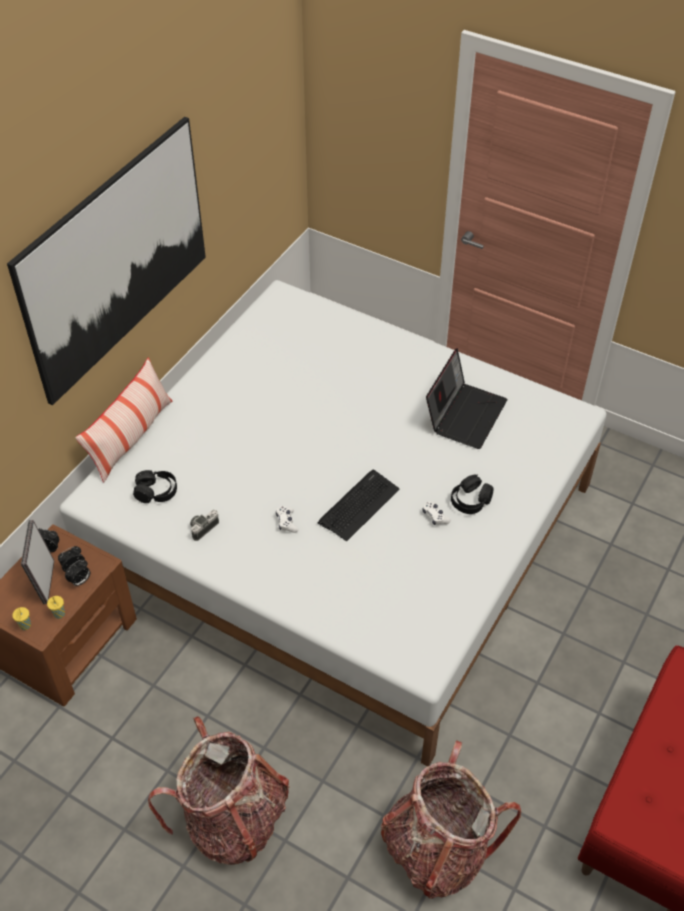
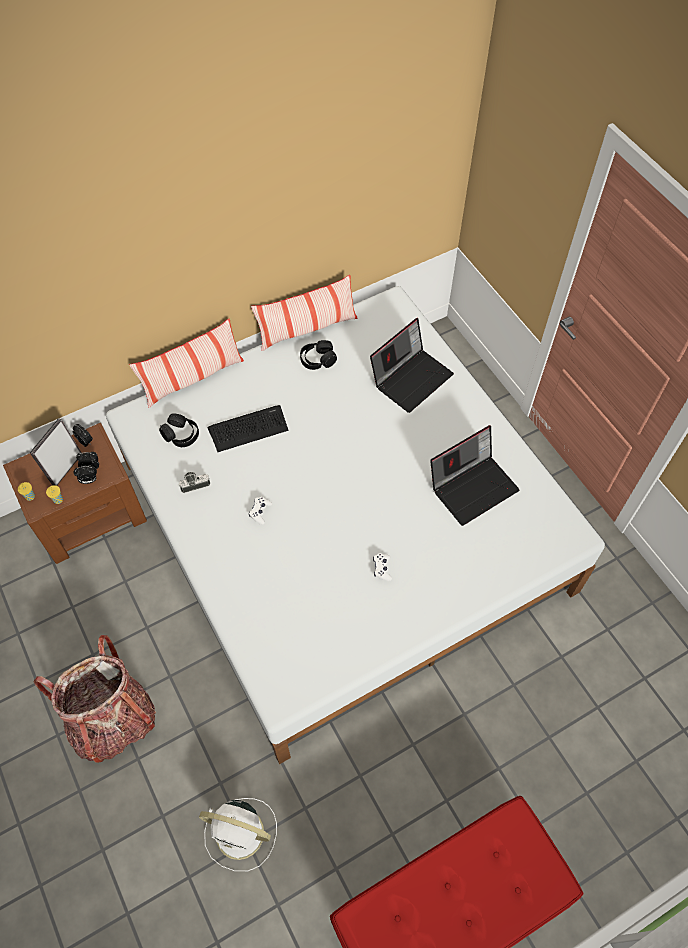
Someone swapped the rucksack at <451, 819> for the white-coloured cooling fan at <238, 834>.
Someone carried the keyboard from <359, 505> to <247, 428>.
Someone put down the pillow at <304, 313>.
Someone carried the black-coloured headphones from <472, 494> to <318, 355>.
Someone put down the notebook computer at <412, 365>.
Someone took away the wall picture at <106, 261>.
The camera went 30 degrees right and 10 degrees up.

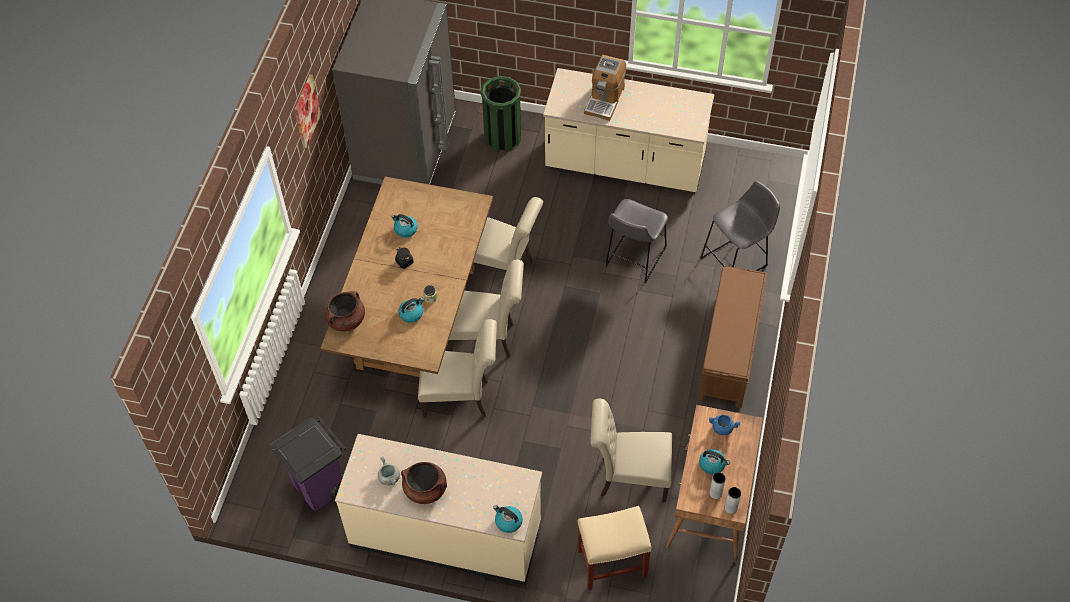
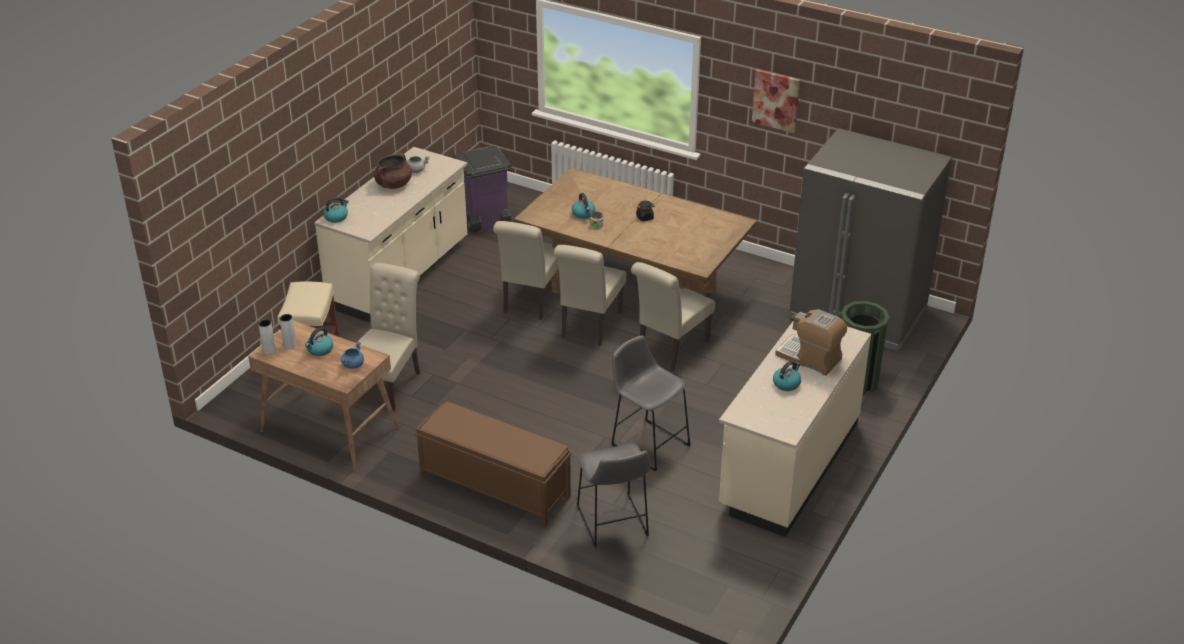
Someone carried the kettle from <404, 226> to <787, 376>.
Someone took away the brown-coloured cooking pot at <345, 311>.
The camera went 105 degrees right and 20 degrees down.

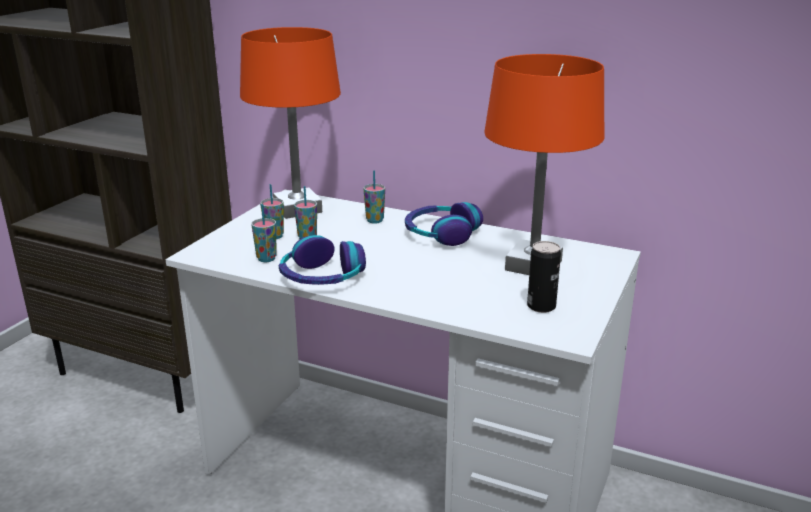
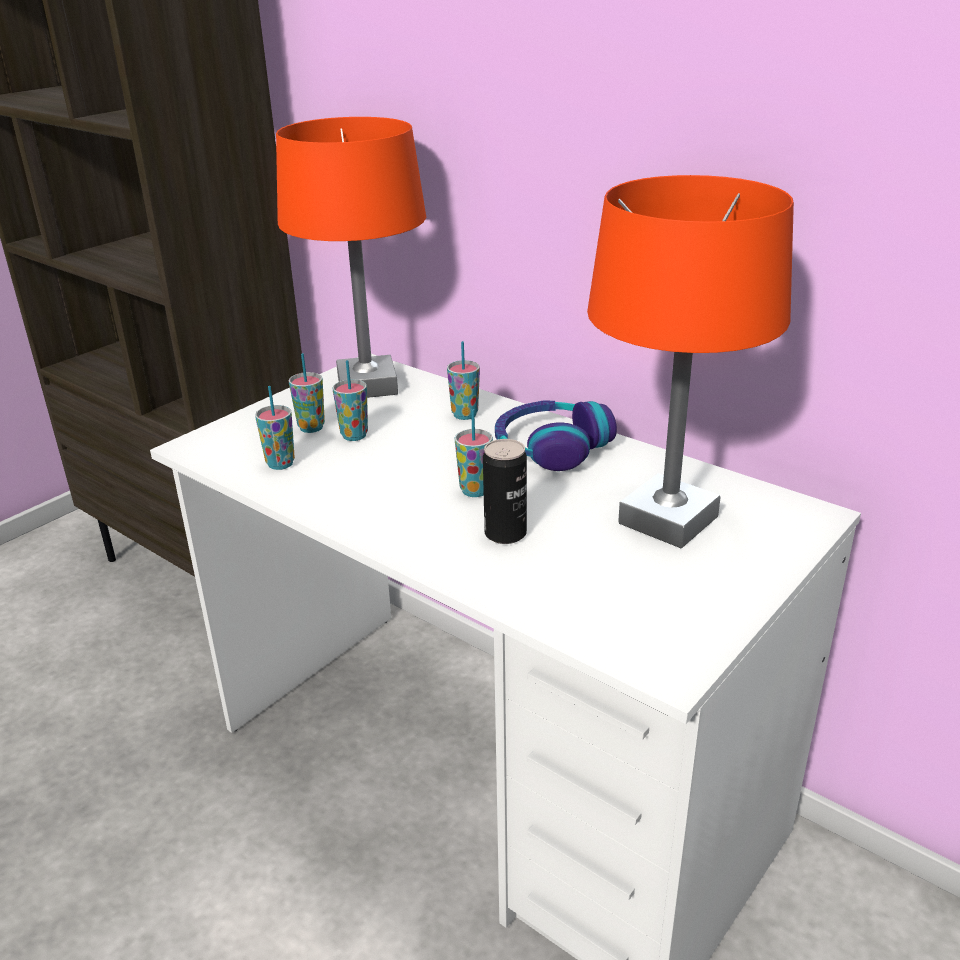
Someone put down the small cup at <474, 453>.
Someone carried the sealed can from <544, 277> to <505, 491>.
Someone took away the headphones at <322, 260>.
The camera went 15 degrees right and 5 degrees up.

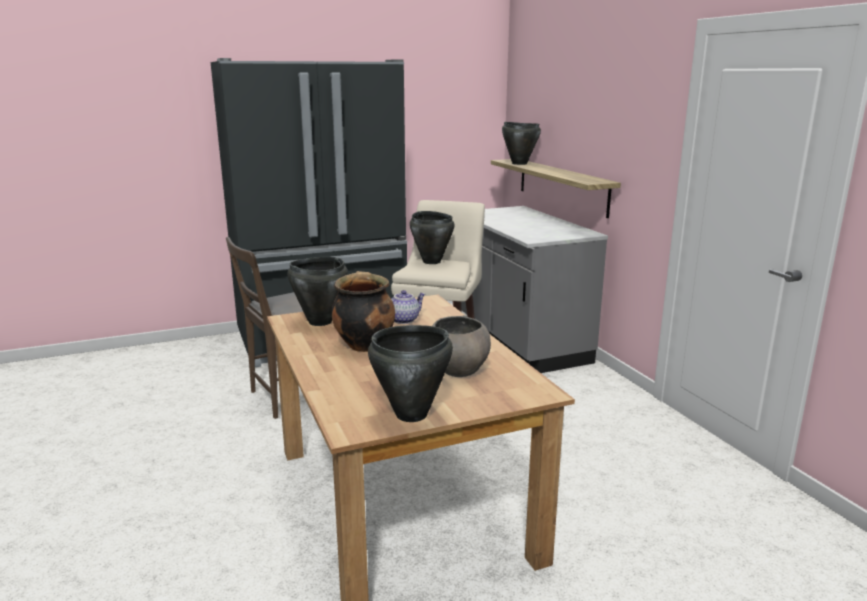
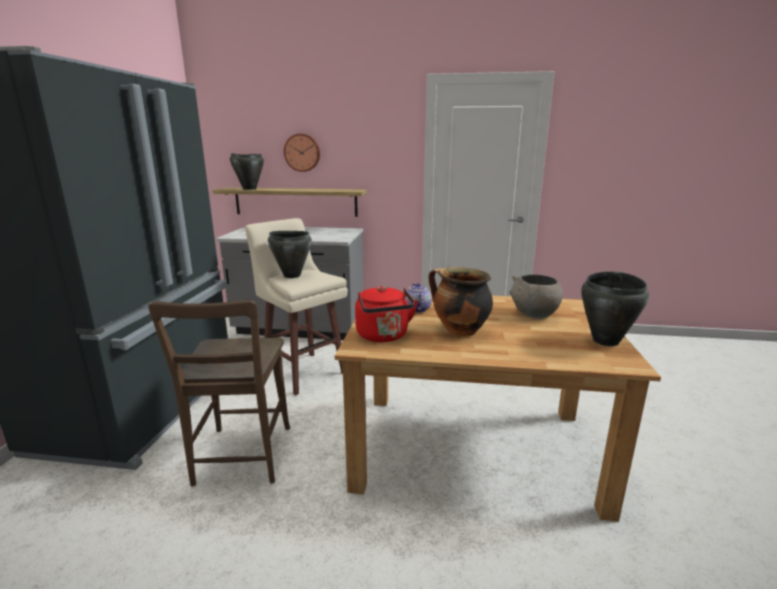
Someone put up the clock on the wall at <302, 153>.
Someone swapped the black-coloured cooking pot at <317, 291> for the reddish kettle at <386, 314>.
The camera went 60 degrees left and 0 degrees up.

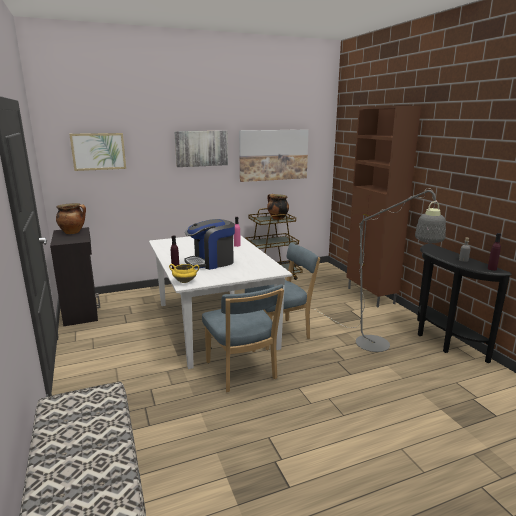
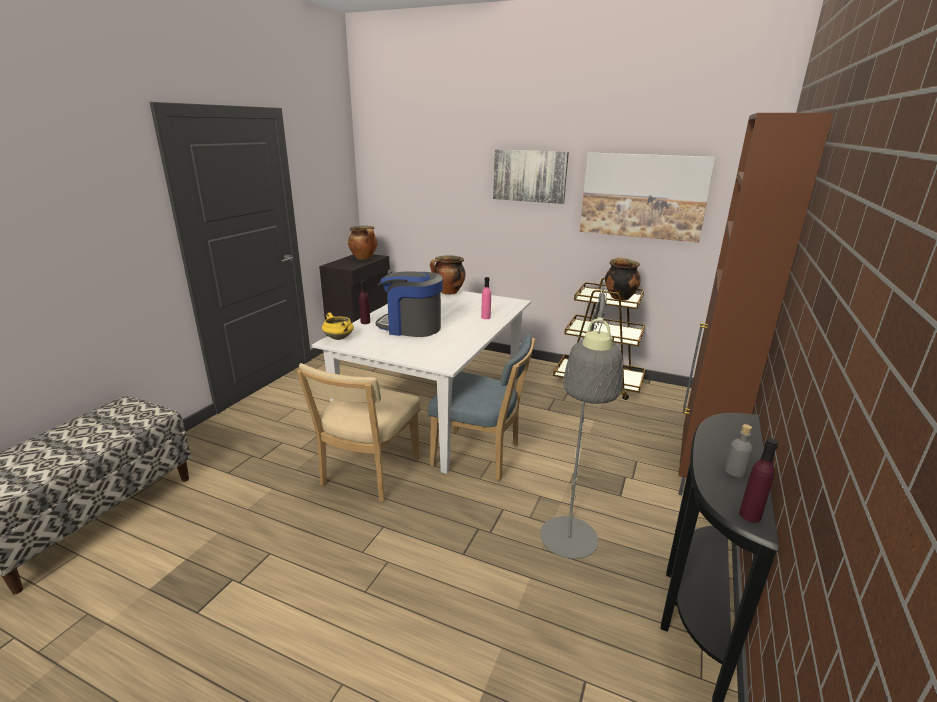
Someone repainted the blue-coloured chair at <243, 338>, which became the sand-coloured chair at <359, 432>.
Someone put down the cooking pot at <447, 275>.
Someone took away the wall picture at <97, 152>.
The camera went 45 degrees right and 5 degrees up.

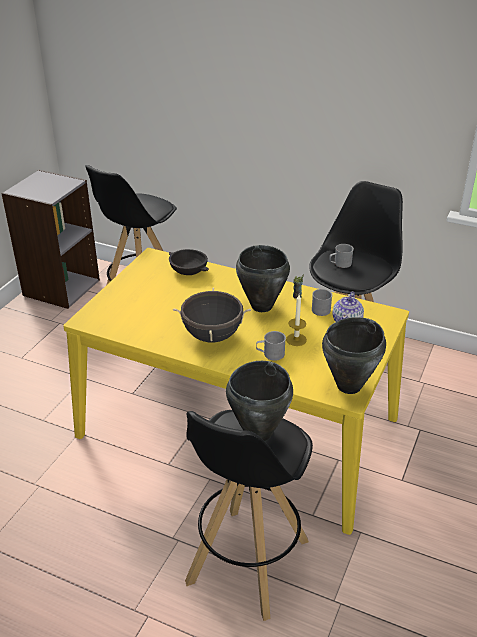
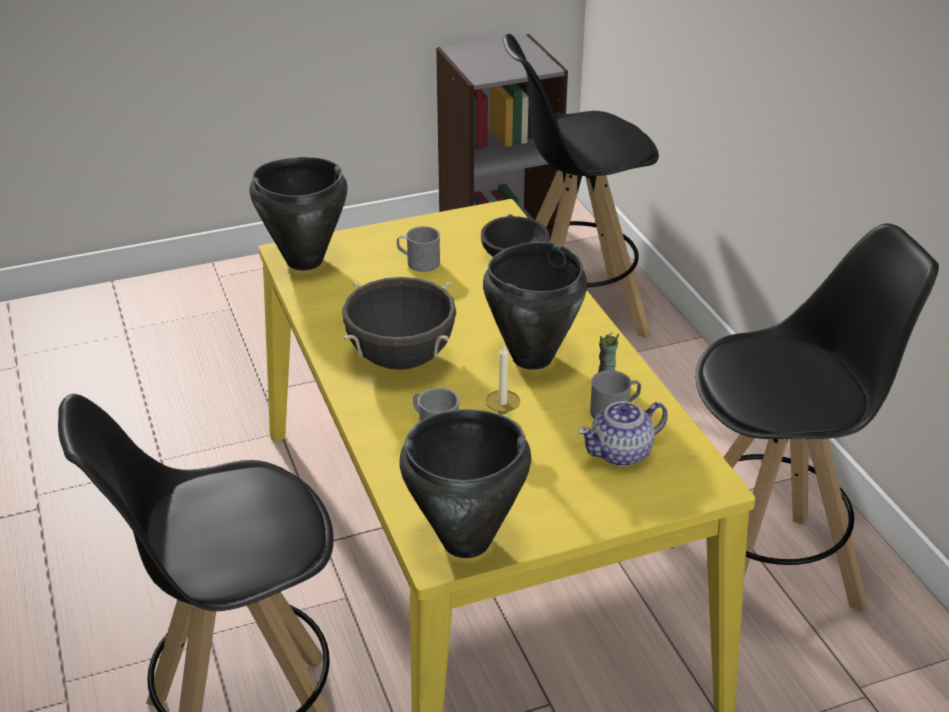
Someone carried the black-coloured cooking pot from <259, 401> to <299, 213>.
Someone carried the gray mug from <341, 256> to <418, 249>.
The camera went 45 degrees right and 0 degrees up.

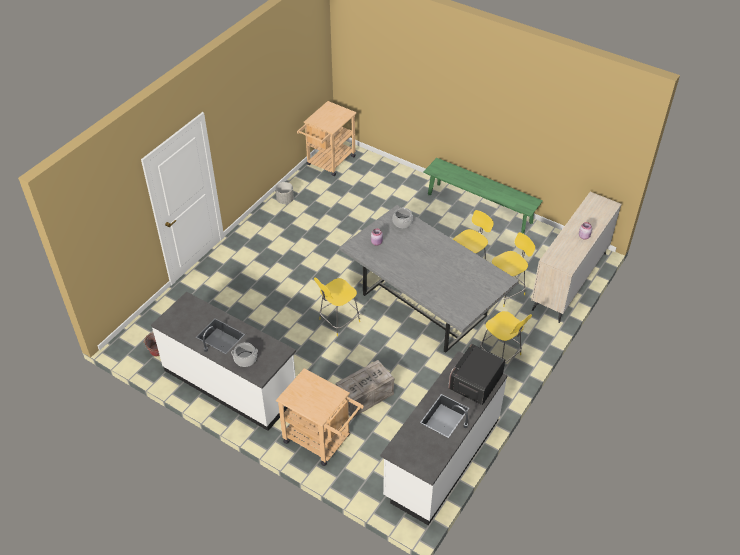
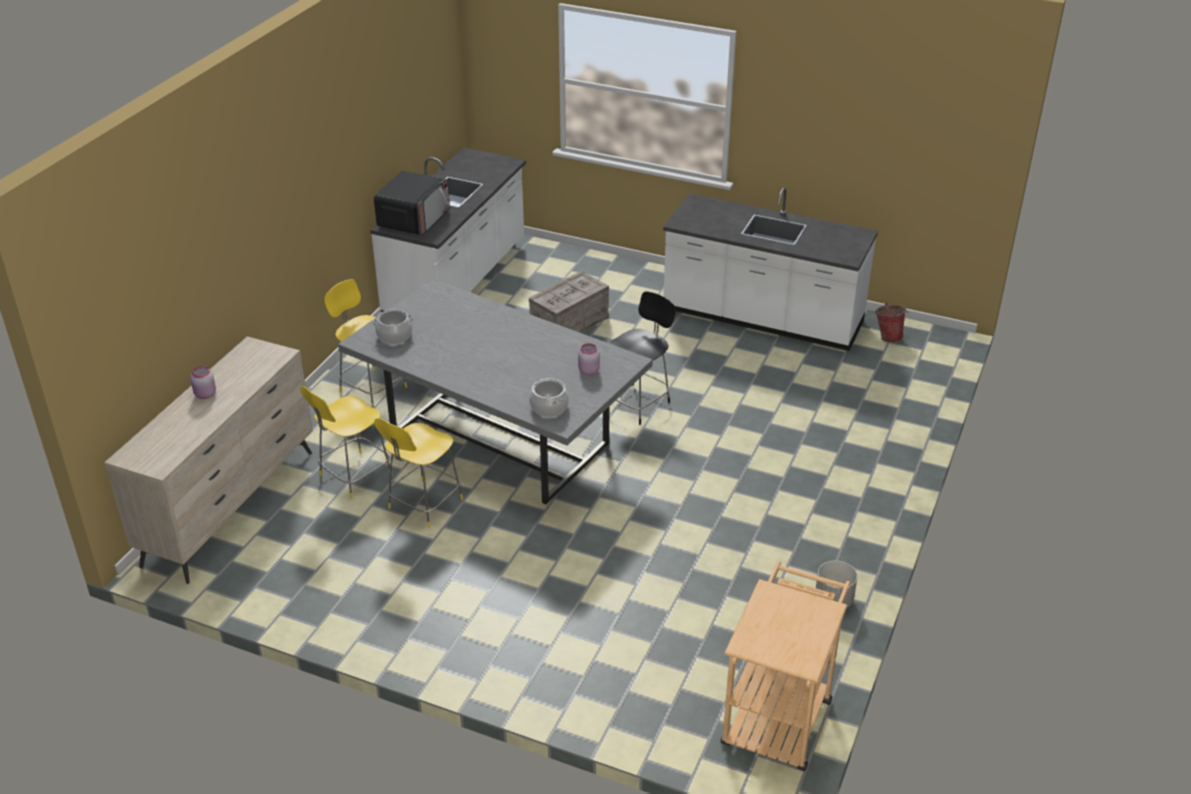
Someone carried the cooking pot from <244, 354> to <393, 326>.
Someone repainted the yellowish chair at <337, 307>, which became the black-coloured chair at <642, 358>.
Someone took away the sand-coloured trolley at <320, 417>.
Someone took away the greenish bench at <483, 196>.
The camera went 170 degrees right and 10 degrees down.

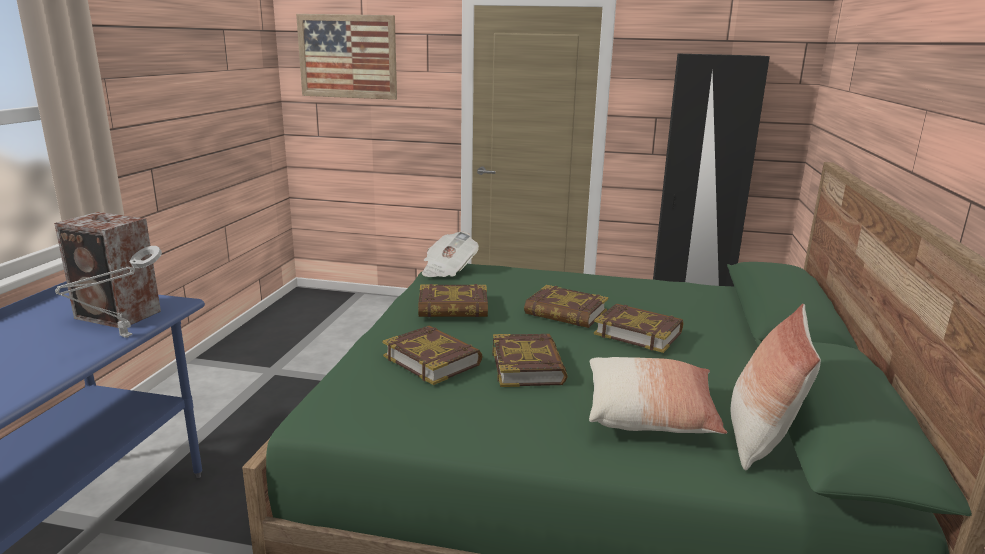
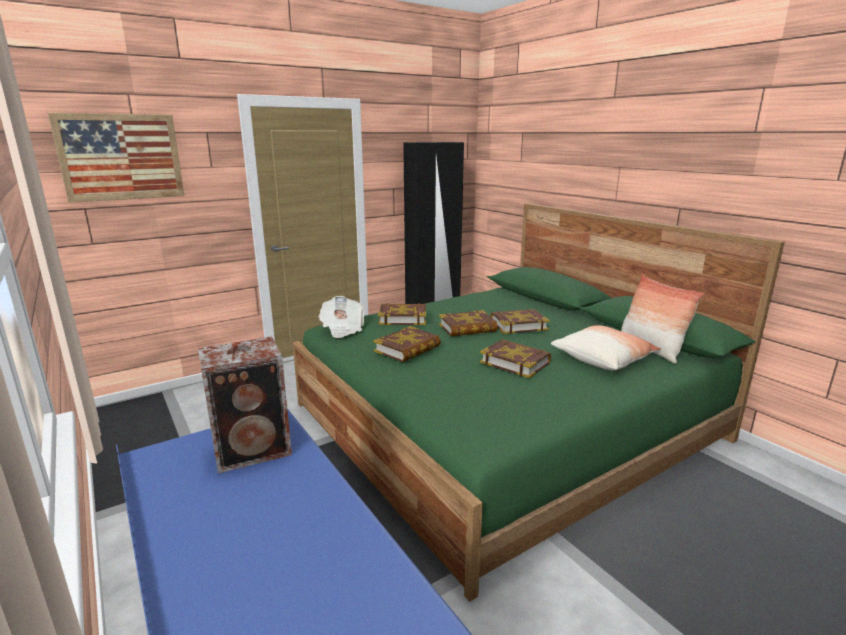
Someone carried the book from <433, 355> to <402, 314>.
Someone took away the gray table lamp at <108, 292>.
The camera went 45 degrees left and 0 degrees up.

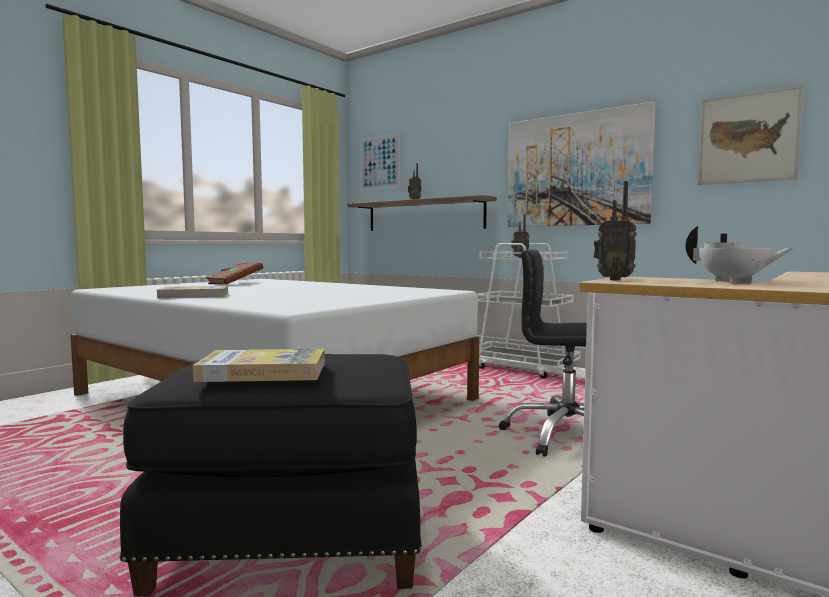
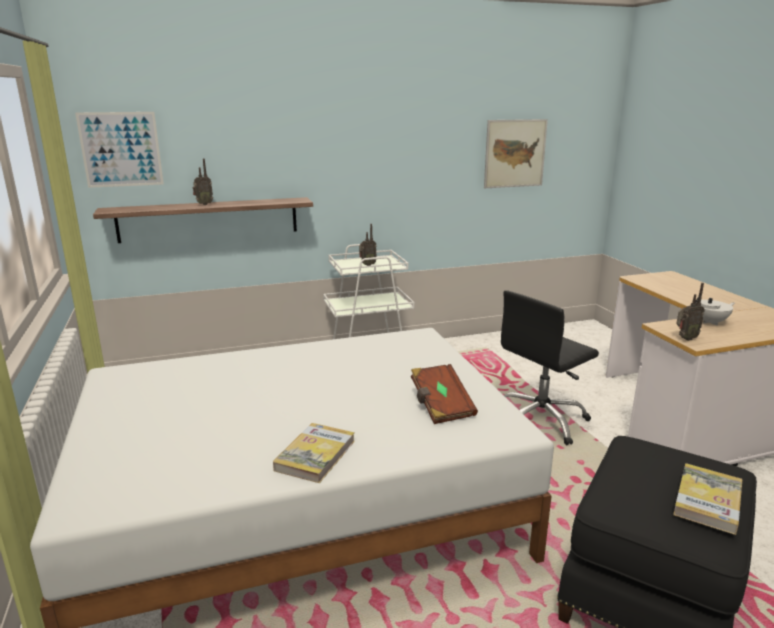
Someone carried the brown-coloured book from <234, 273> to <444, 394>.
Someone took away the wall picture at <581, 164>.
The camera went 55 degrees left and 15 degrees up.

